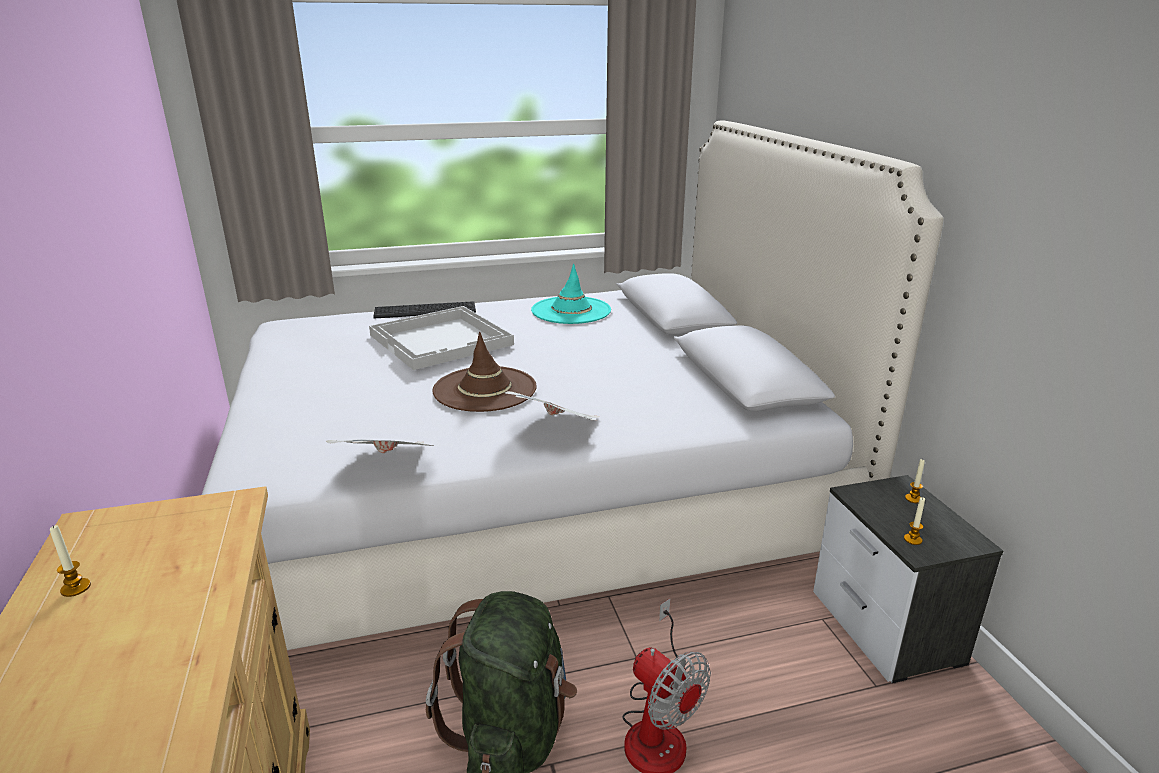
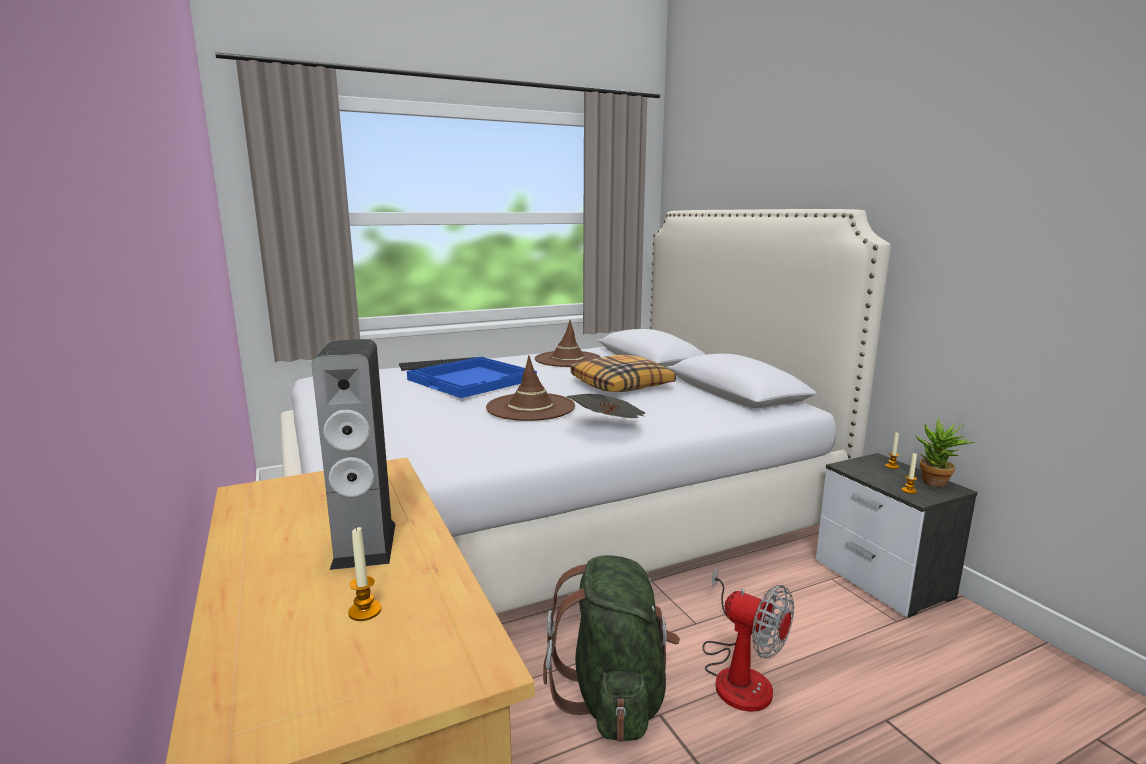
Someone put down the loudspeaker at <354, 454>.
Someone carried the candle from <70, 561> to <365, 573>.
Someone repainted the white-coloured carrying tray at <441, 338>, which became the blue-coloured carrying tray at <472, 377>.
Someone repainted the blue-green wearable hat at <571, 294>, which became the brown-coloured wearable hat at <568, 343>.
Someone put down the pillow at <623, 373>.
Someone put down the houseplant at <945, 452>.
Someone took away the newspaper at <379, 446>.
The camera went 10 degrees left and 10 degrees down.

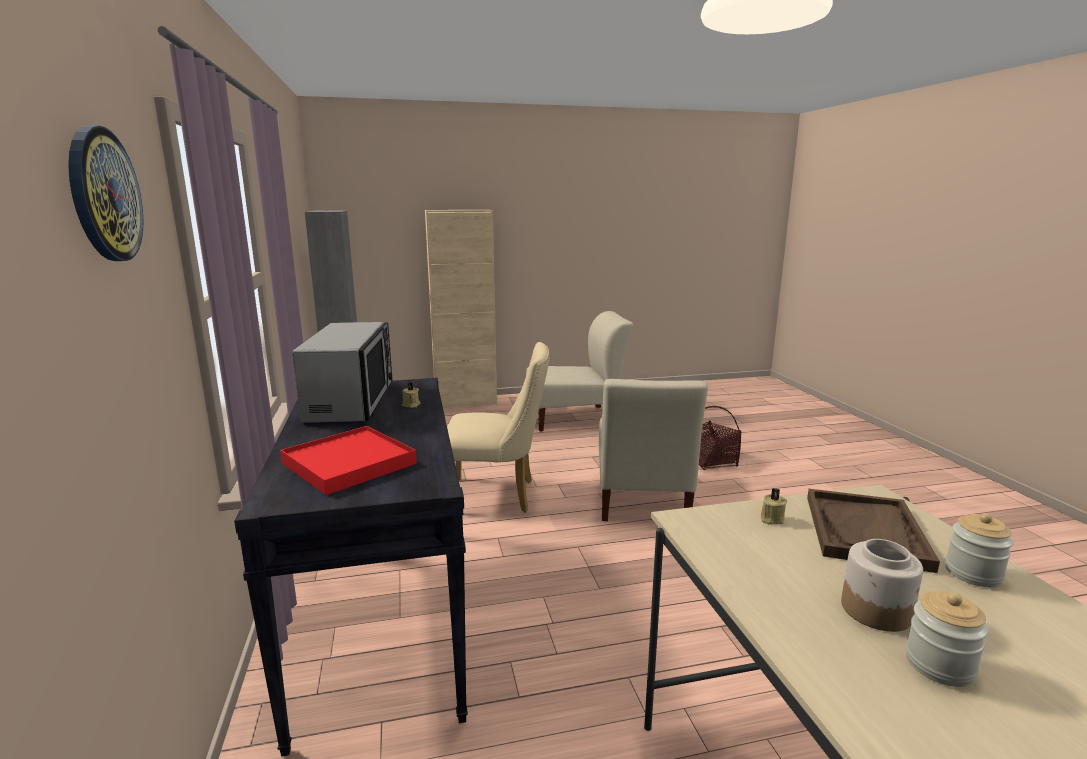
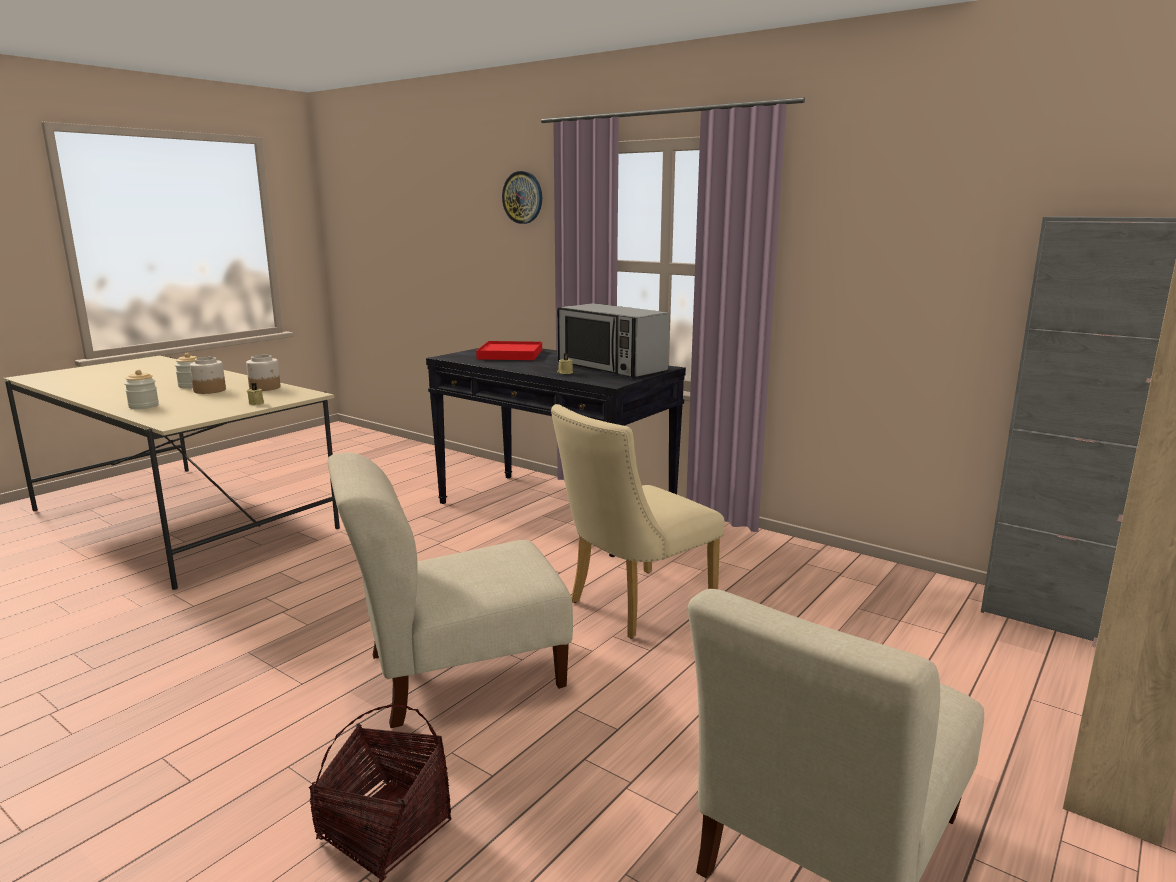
Someone put down the preserve jar at <263, 373>.
Someone rotated the sand-coloured chair at <653, 450> by 75 degrees counterclockwise.
Someone took away the brown-coloured carrying tray at <873, 531>.
The camera went 140 degrees right and 0 degrees up.

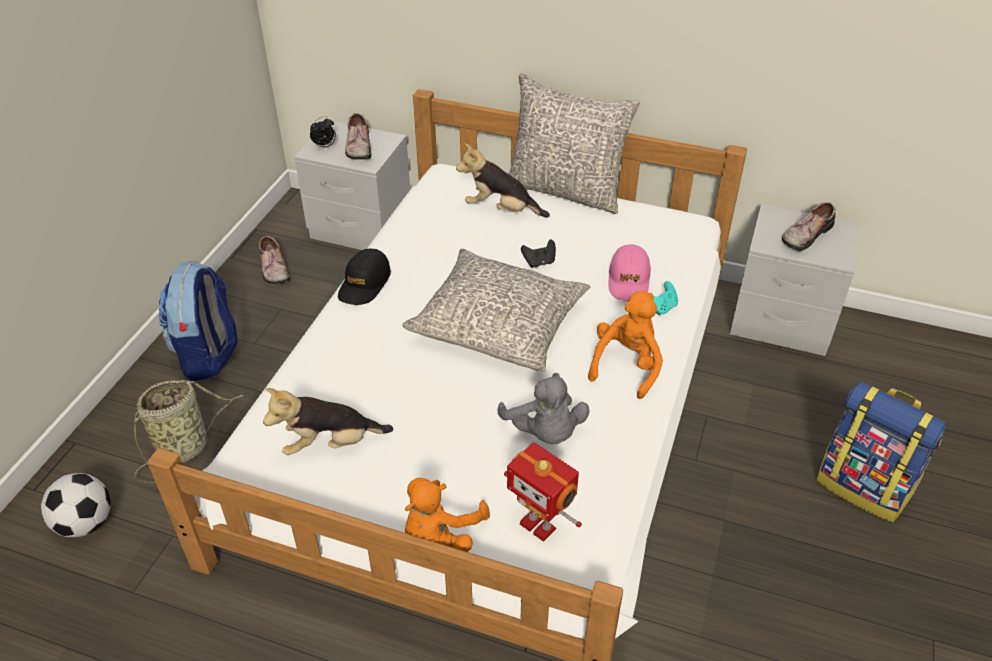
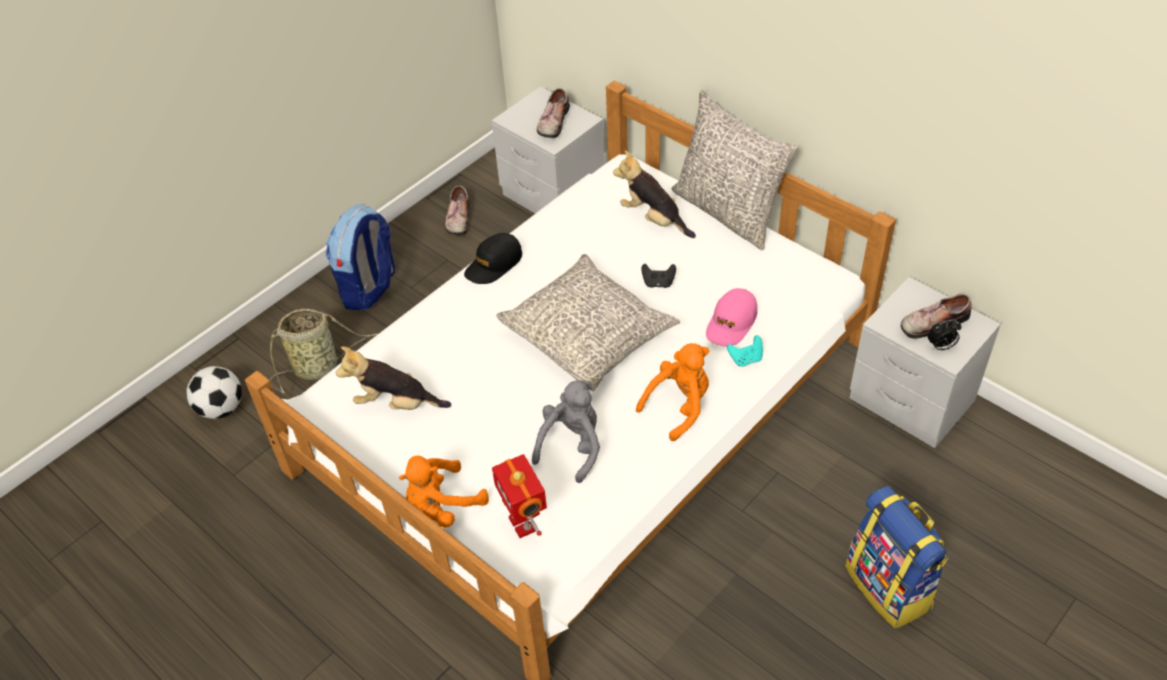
Someone rotated the gray cuddly toy at <544, 408> by 150 degrees counterclockwise.
Someone carried the table clock from <323, 133> to <944, 334>.
The camera went 25 degrees right and 5 degrees up.

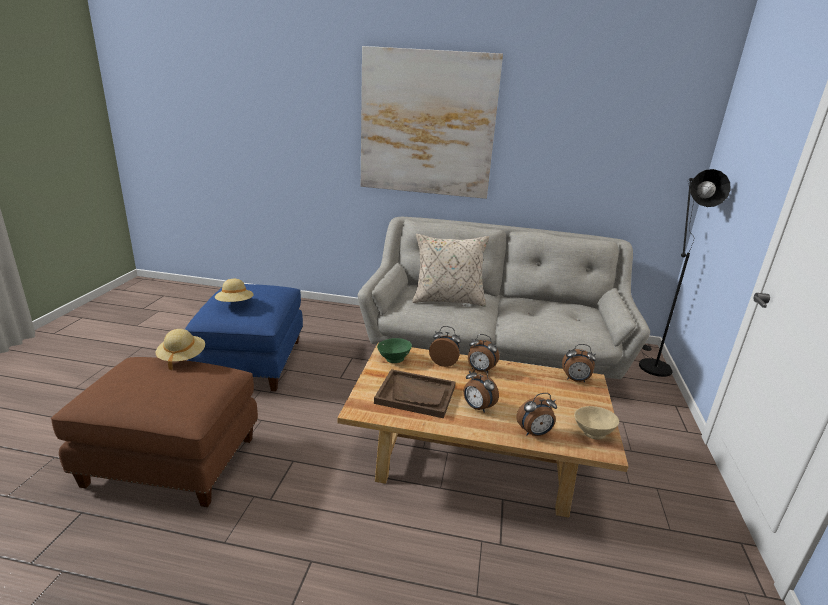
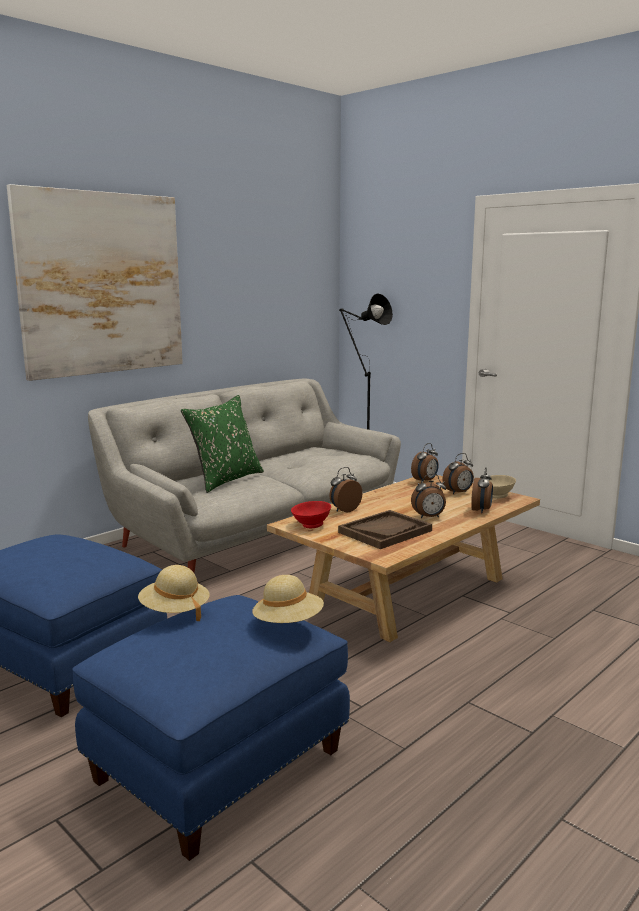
Someone repainted the brown-coloured pouffe at <154, 432>, which became the blue-coloured pouffe at <211, 728>.
Someone repainted the sand-coloured pillow at <450, 270>, which became the greenish pillow at <222, 444>.
Someone carried the sand-coloured wearable hat from <234, 290> to <288, 599>.
Someone repainted the greenish bowl at <394, 350>, which became the reddish bowl at <311, 514>.
Someone carried the table clock from <483, 353> to <458, 473>.
The camera went 55 degrees left and 10 degrees down.

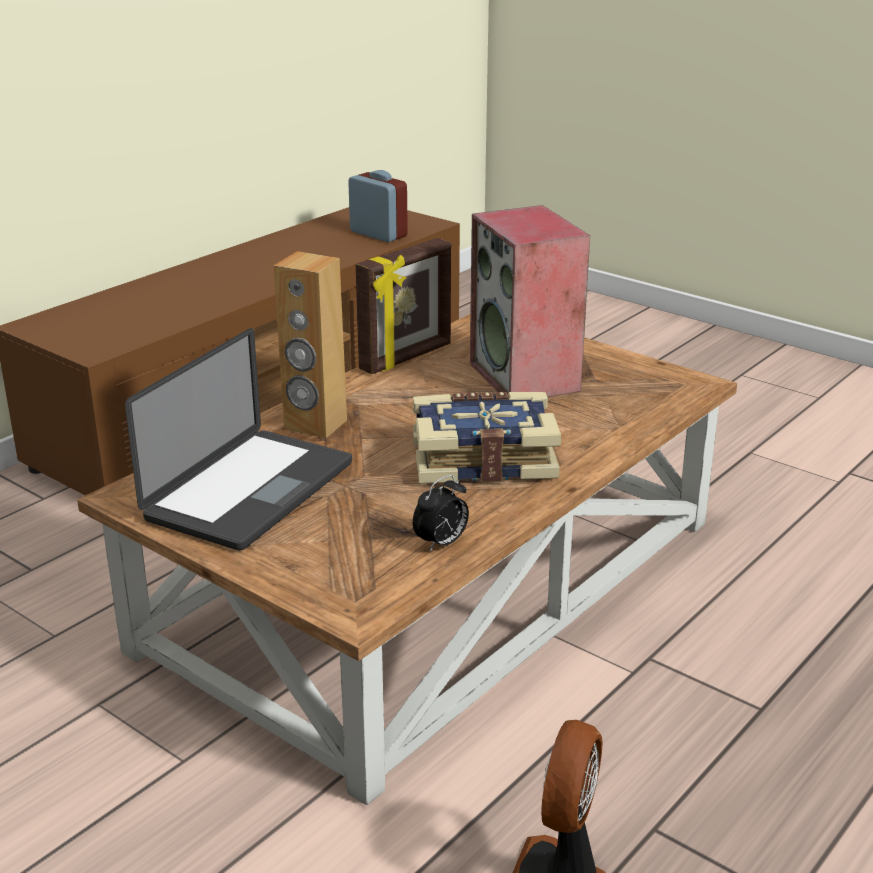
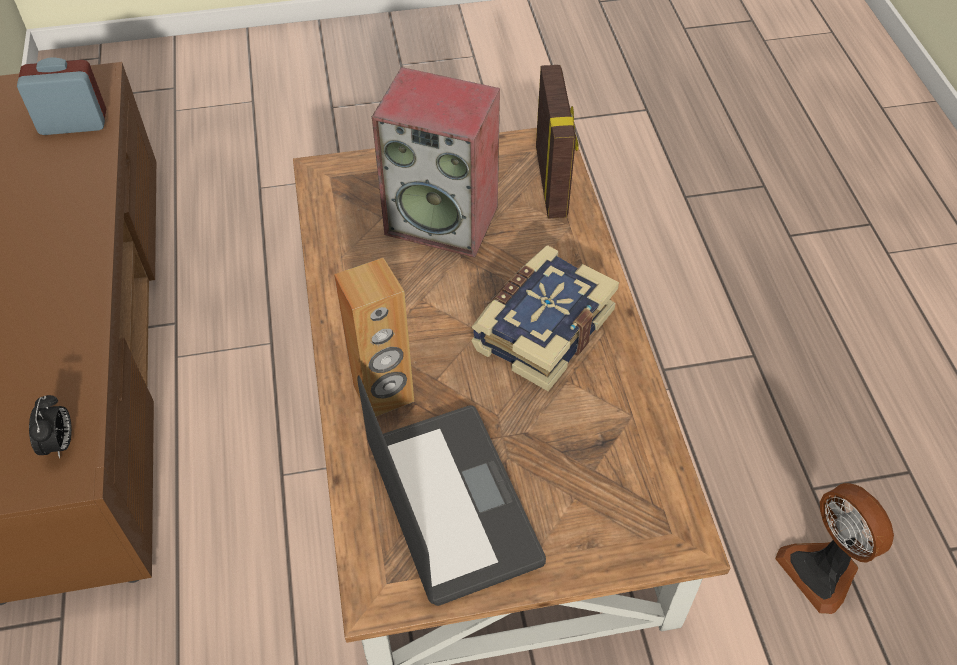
Someone carried the table clock from <441, 513> to <50, 426>.
Someone carried the picture frame from <403, 306> to <557, 142>.
The camera went 50 degrees left and 25 degrees up.

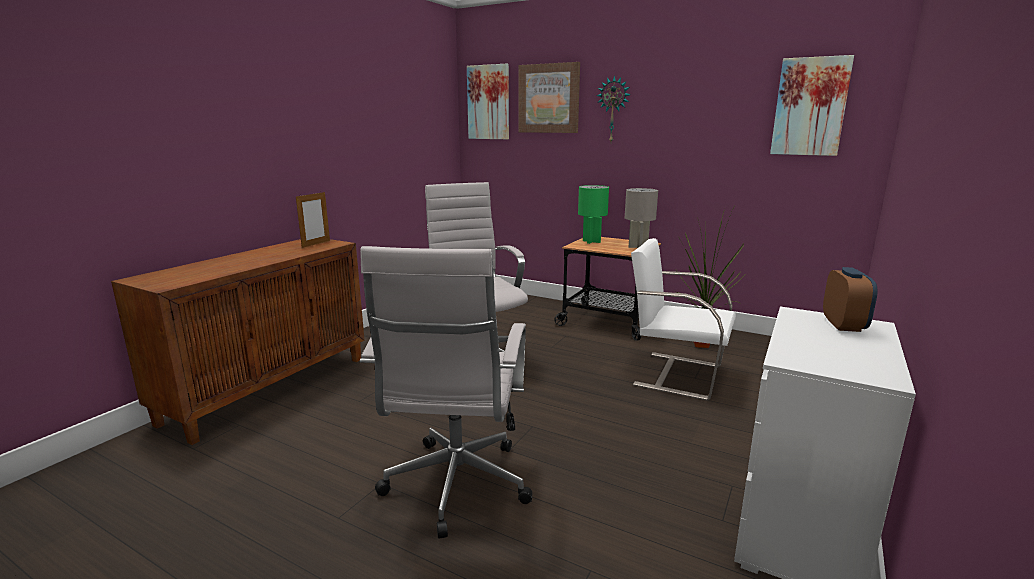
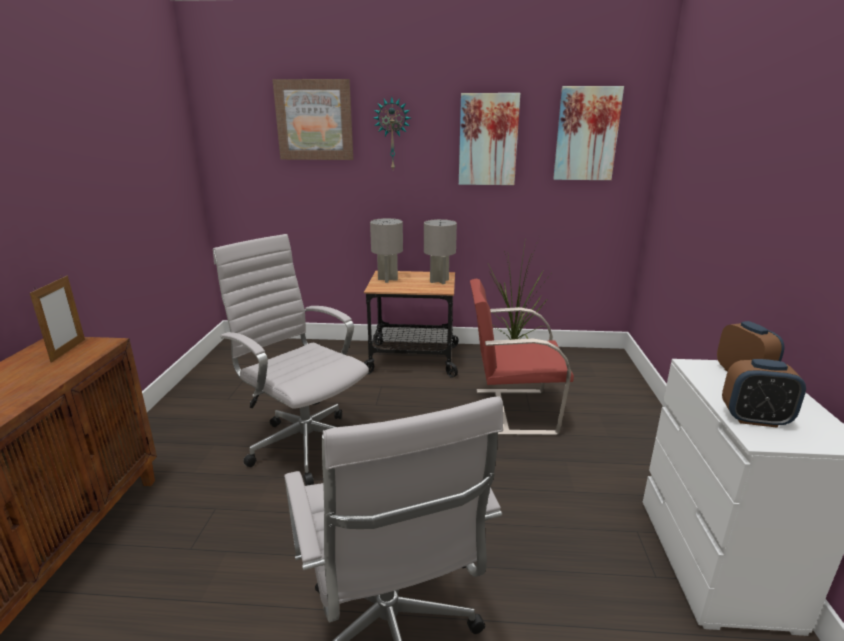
Someone repainted the greenish table lamp at <593, 214>, which became the gray table lamp at <386, 250>.
Someone carried the wall picture from <488, 101> to <489, 139>.
Someone repainted the white-coloured chair at <683, 319>, which became the reddish chair at <522, 357>.
Someone put down the table clock at <764, 393>.
The camera went 25 degrees left and 5 degrees up.

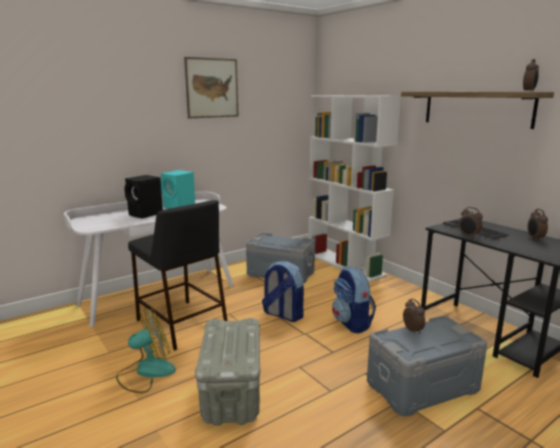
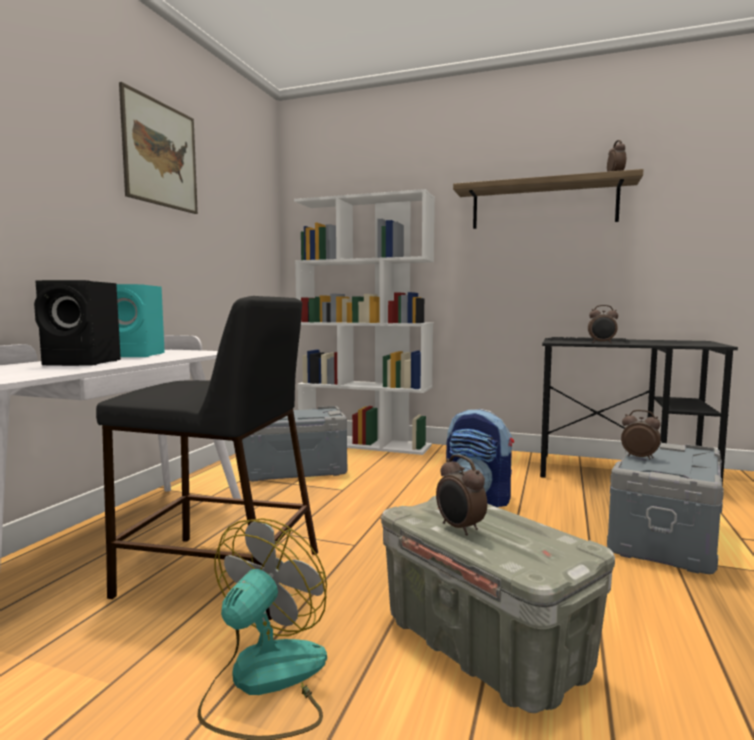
Someone carried the table clock from <537, 224> to <461, 494>.
Someone took away the rucksack at <283, 291>.
The camera went 35 degrees left and 10 degrees down.

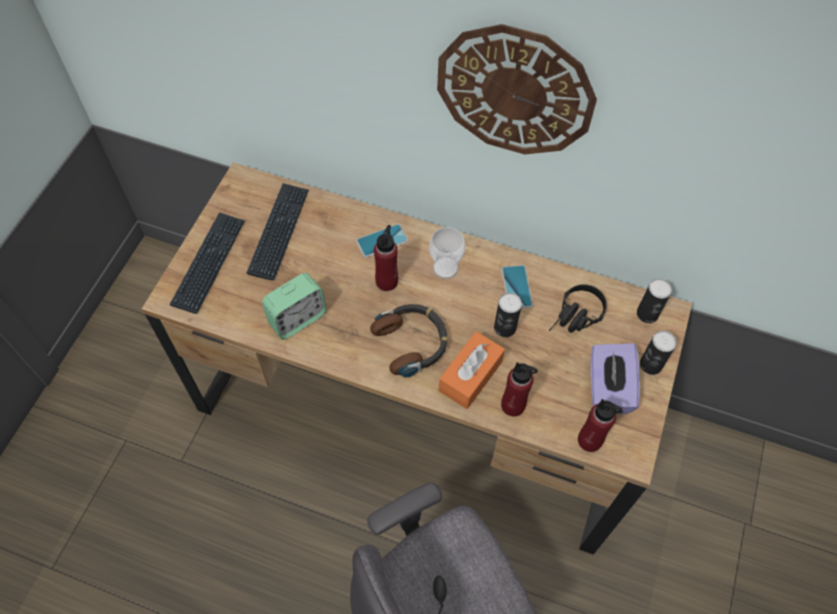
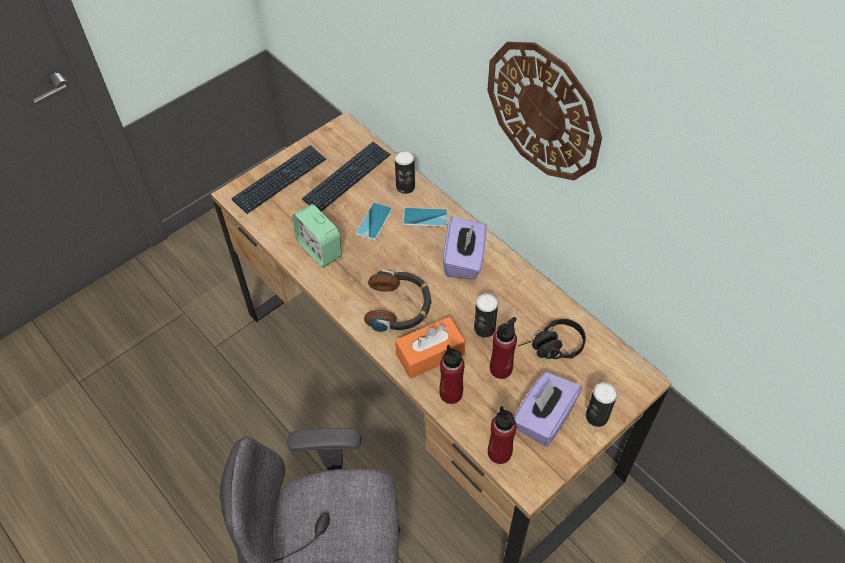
Someone rotated the table clock at <294, 306> by 60 degrees clockwise.
Someone carried the handset from <517, 287> to <374, 221>.
Someone carried the sealed can from <654, 301> to <405, 172>.
Someone swapped the small cup at <447, 253> for the purple box of tissues at <465, 248>.
Someone carried the reddish drink bottle from <386, 258> to <503, 348>.
The camera went 30 degrees right and 5 degrees down.

